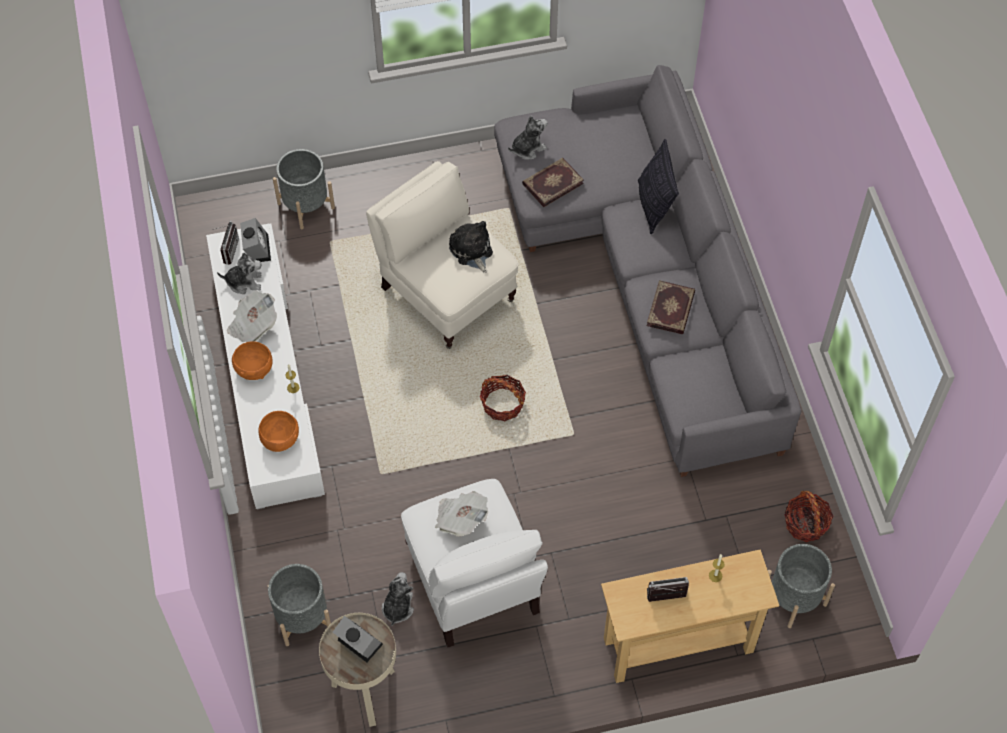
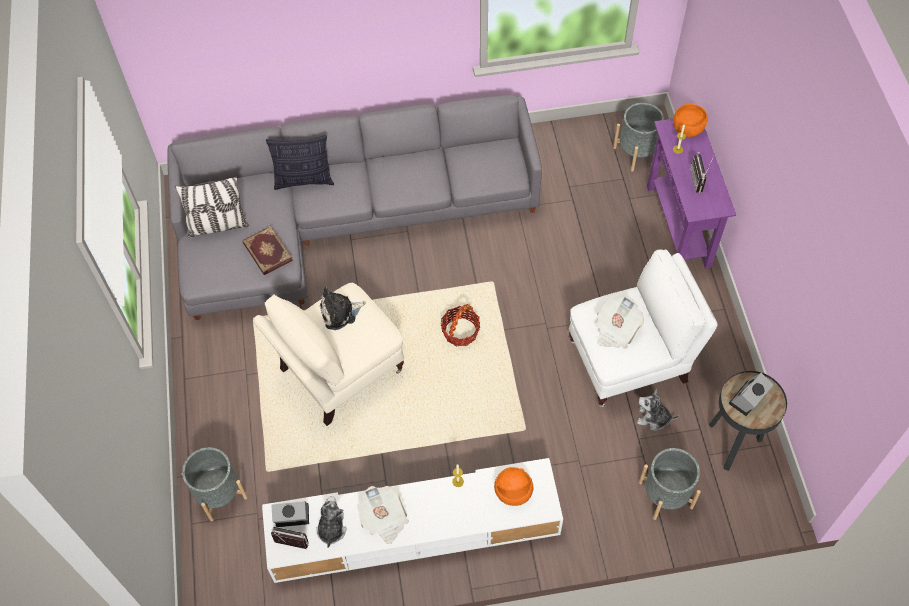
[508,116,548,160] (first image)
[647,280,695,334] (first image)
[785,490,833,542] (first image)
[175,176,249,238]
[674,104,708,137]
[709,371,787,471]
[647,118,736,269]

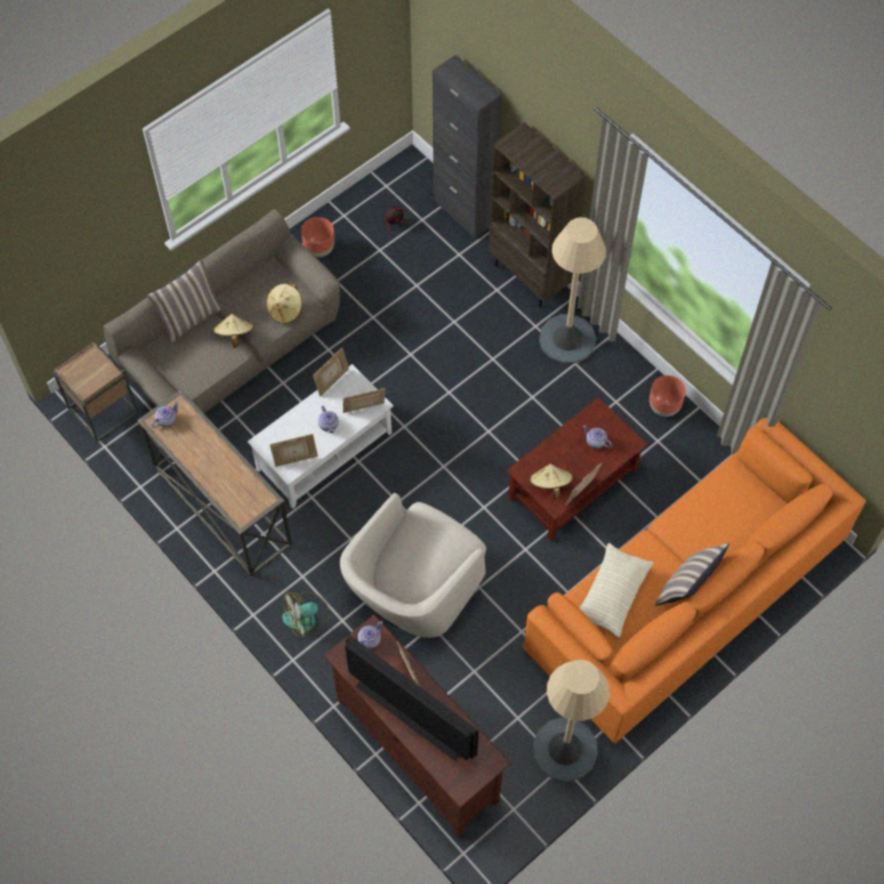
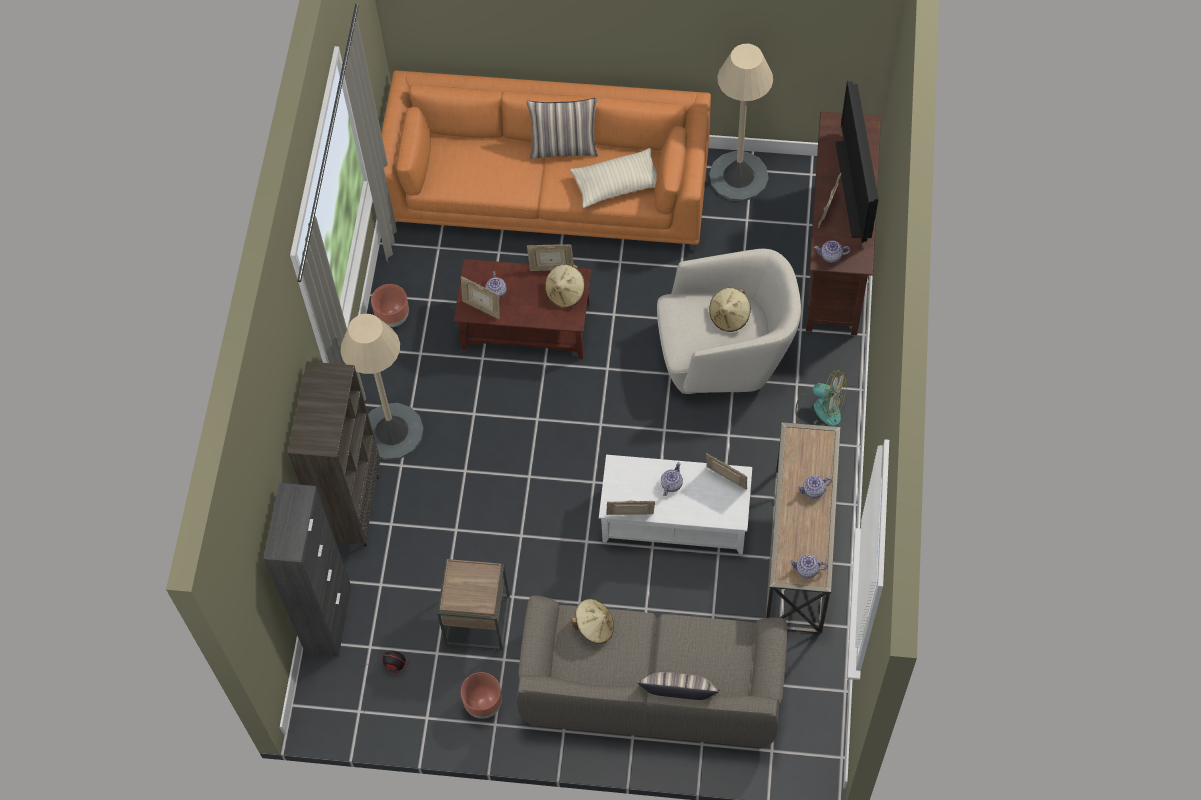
[797,475,832,499]
[437,559,510,650]
[709,288,751,332]
[461,276,500,319]

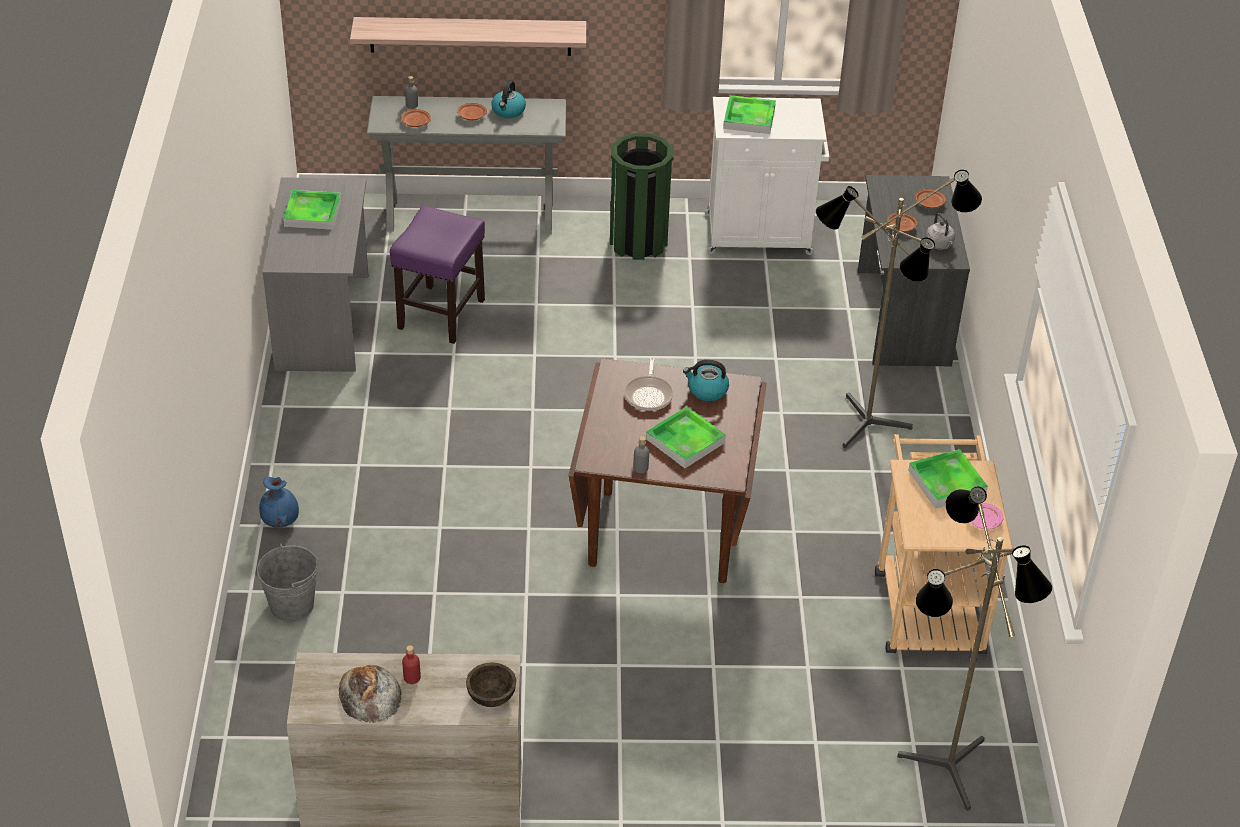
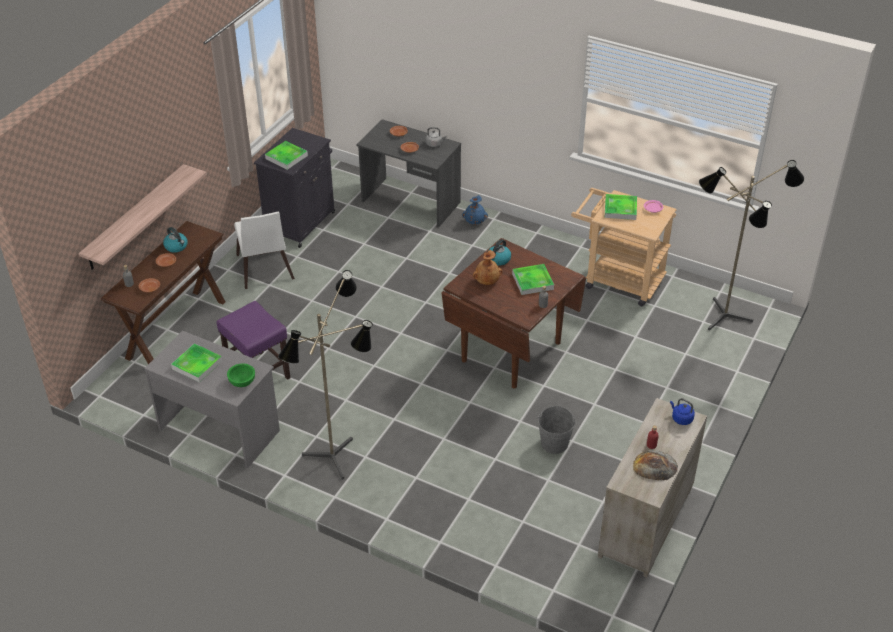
[227,364,255,387]
[538,406,576,454]
[462,195,488,225]
[278,270,373,480]
[670,398,695,425]
[234,211,295,289]
[473,250,503,285]
[101,221,225,364]
[254,128,335,248]

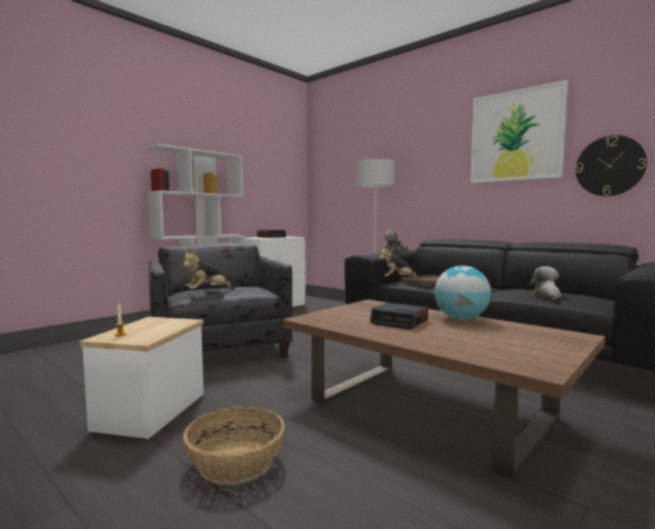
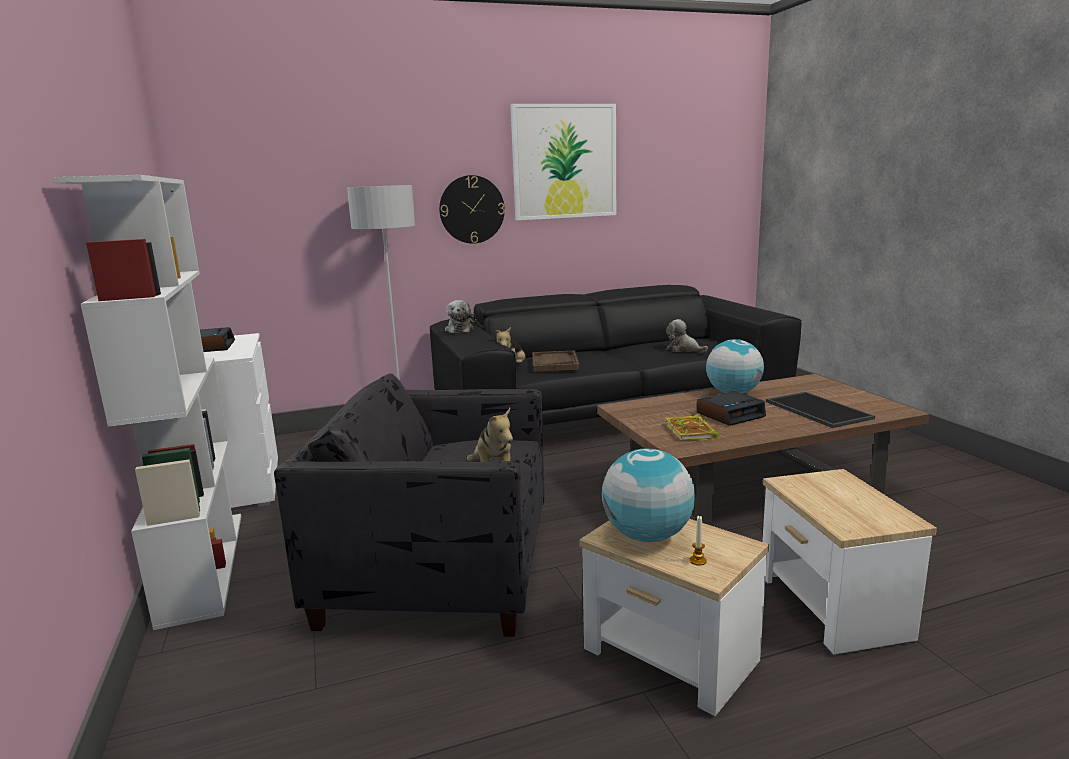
[602,448,695,542]
[665,414,719,440]
[766,392,875,428]
[439,175,505,244]
[762,469,937,655]

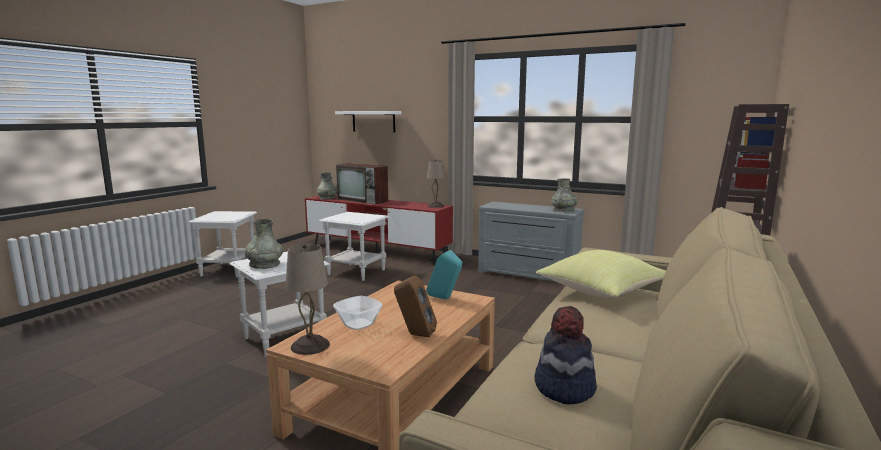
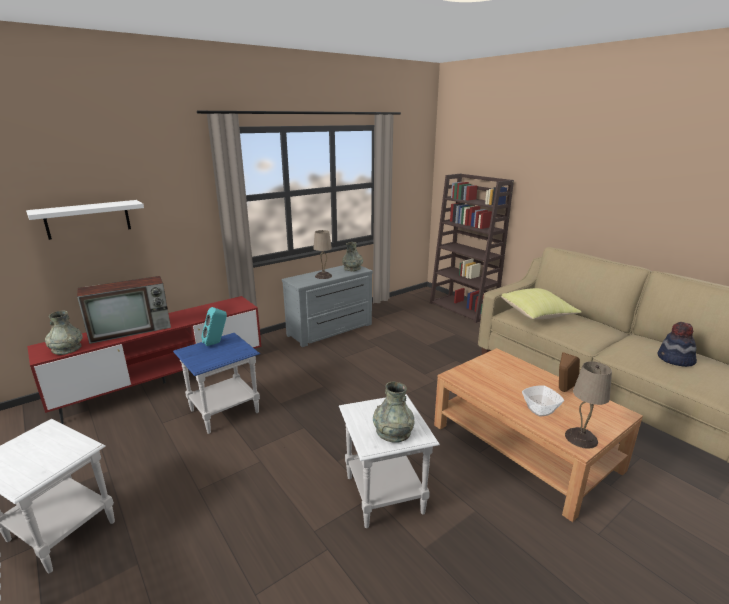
[201,307,227,346]
[313,230,332,279]
[173,333,260,434]

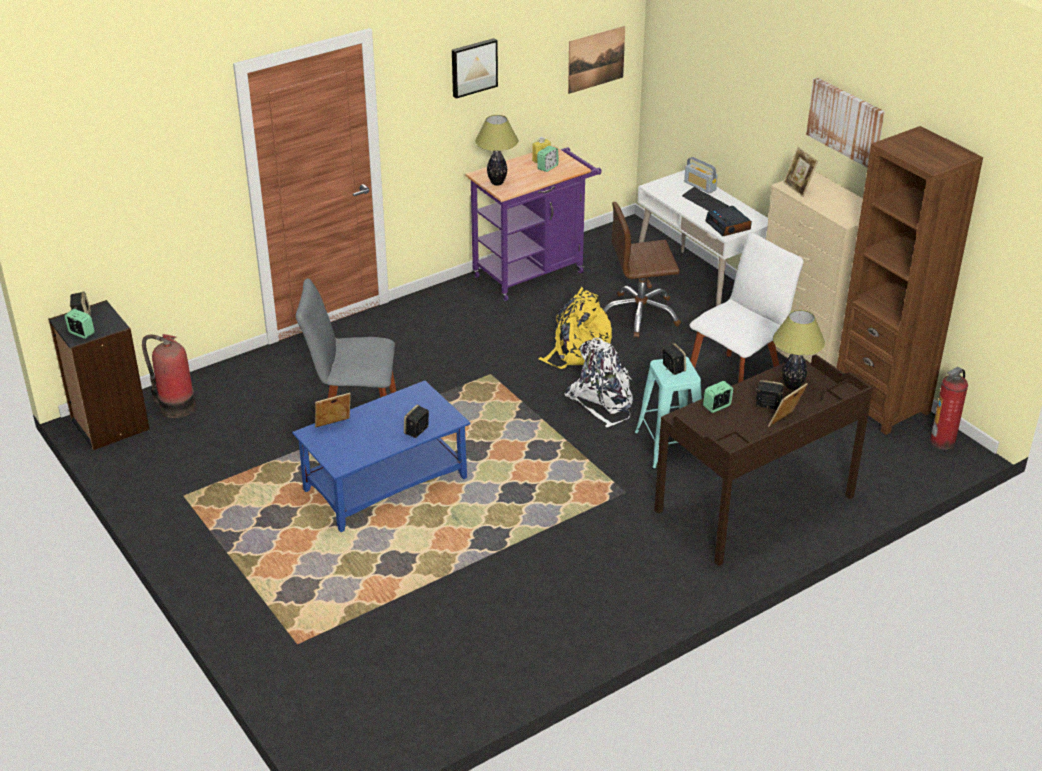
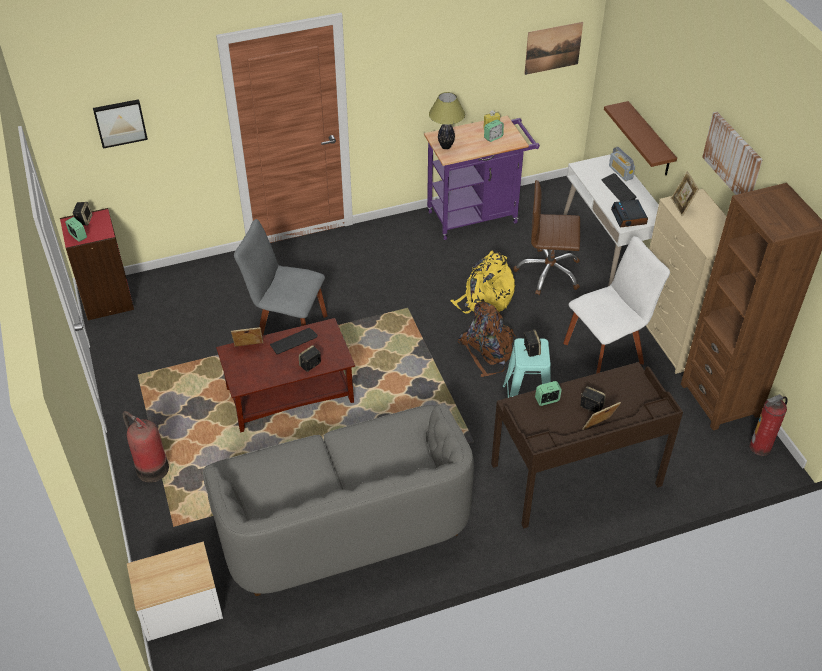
[773,310,825,390] (first image)
[127,541,223,641]
[203,403,474,596]
[270,328,318,354]
[604,101,677,175]
[123,411,169,483]
[93,99,148,149]
[60,208,134,320]
[216,318,355,432]
[458,301,515,377]

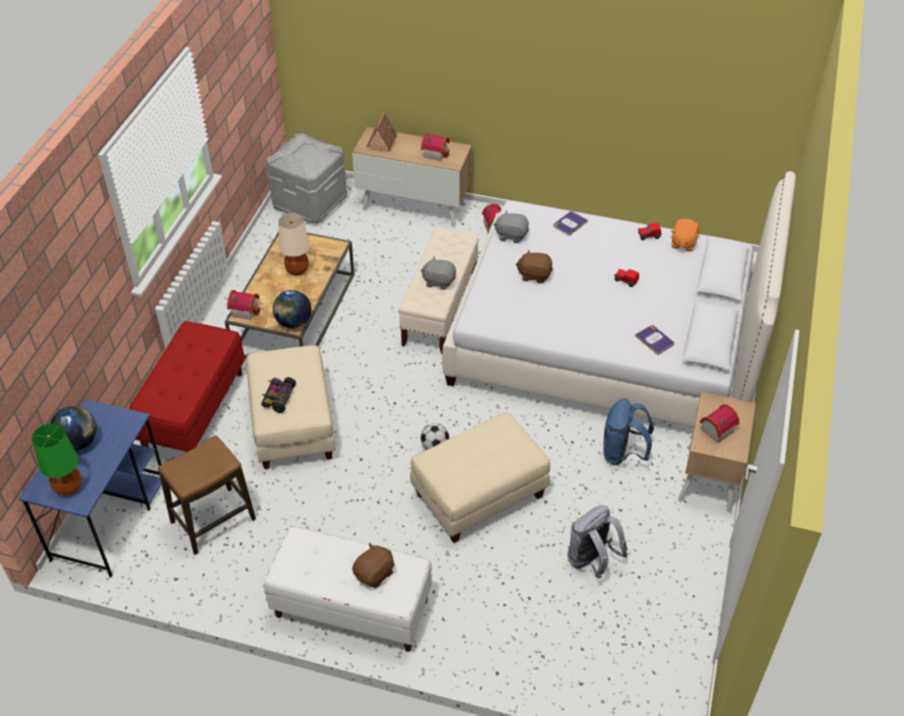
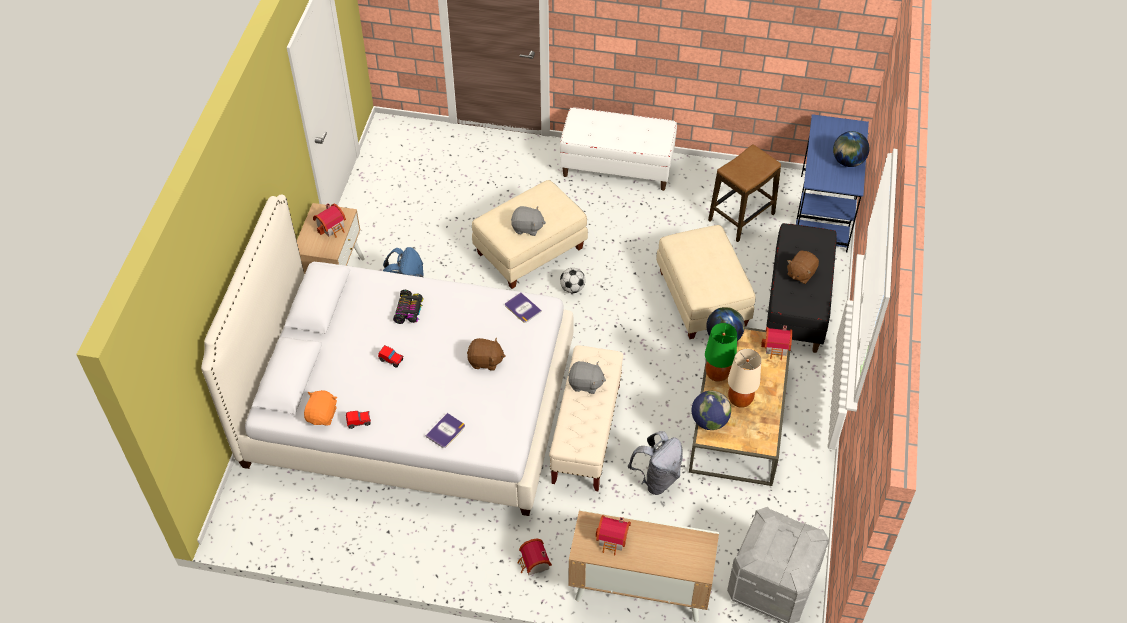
[366,112,397,152] (first image)
[692,391,731,430]
[705,323,737,382]
[393,290,424,324]
[787,250,819,284]
[511,206,546,236]
[628,431,683,495]
[505,292,542,323]
[766,223,837,353]

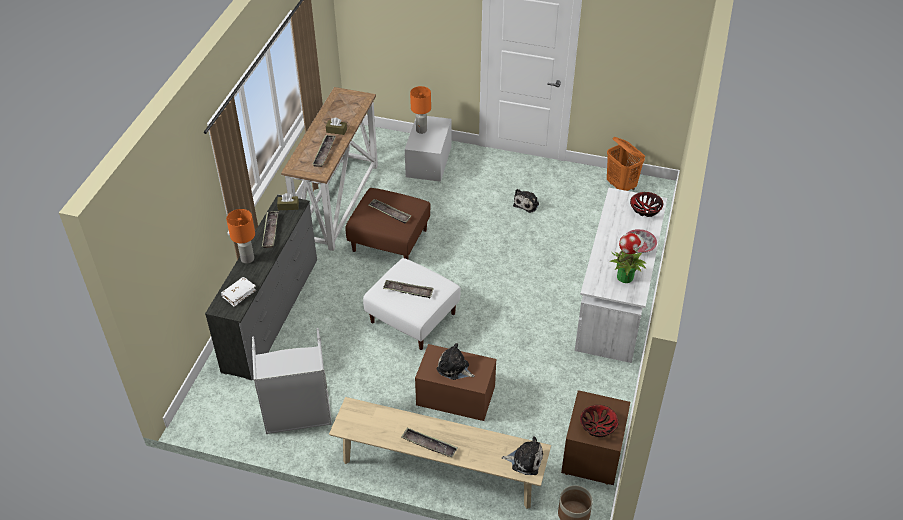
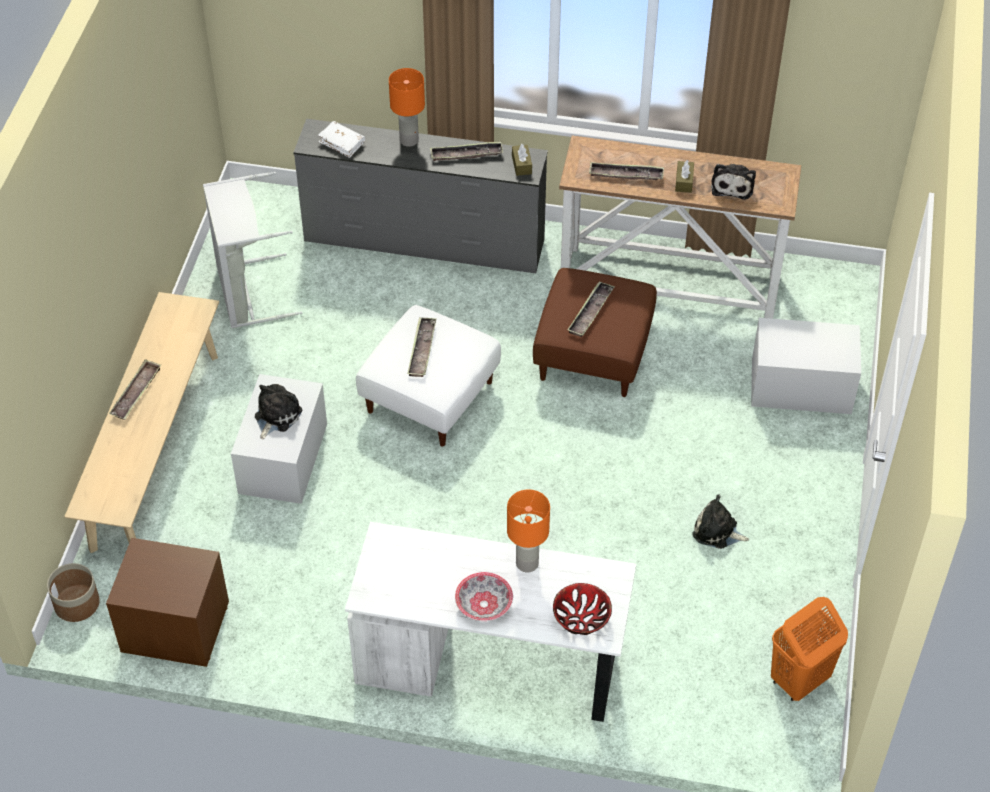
[580,405,619,437] (first image)
[609,233,647,283] (first image)
[507,489,550,572]
[711,164,756,200]
[231,374,327,504]

